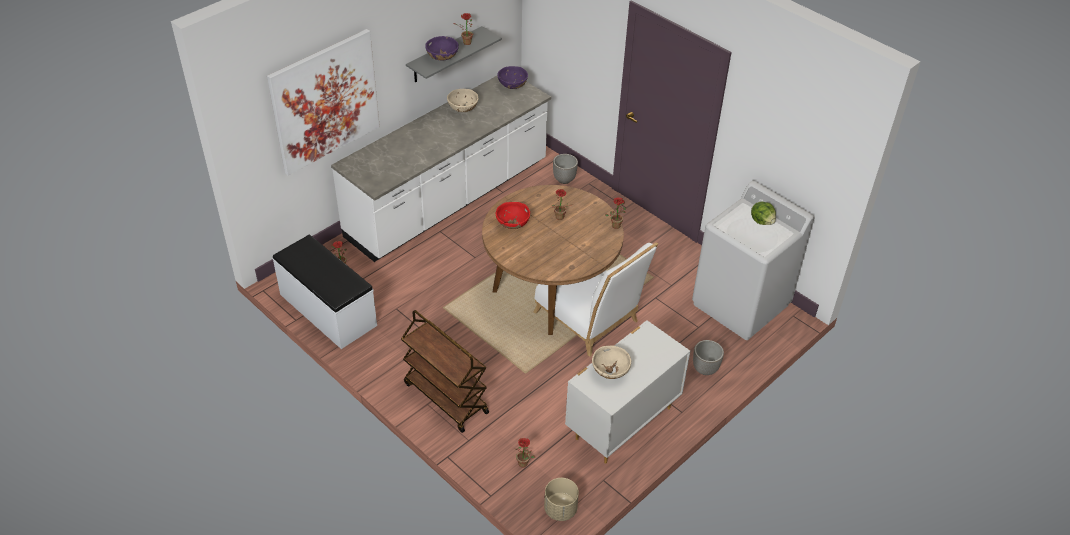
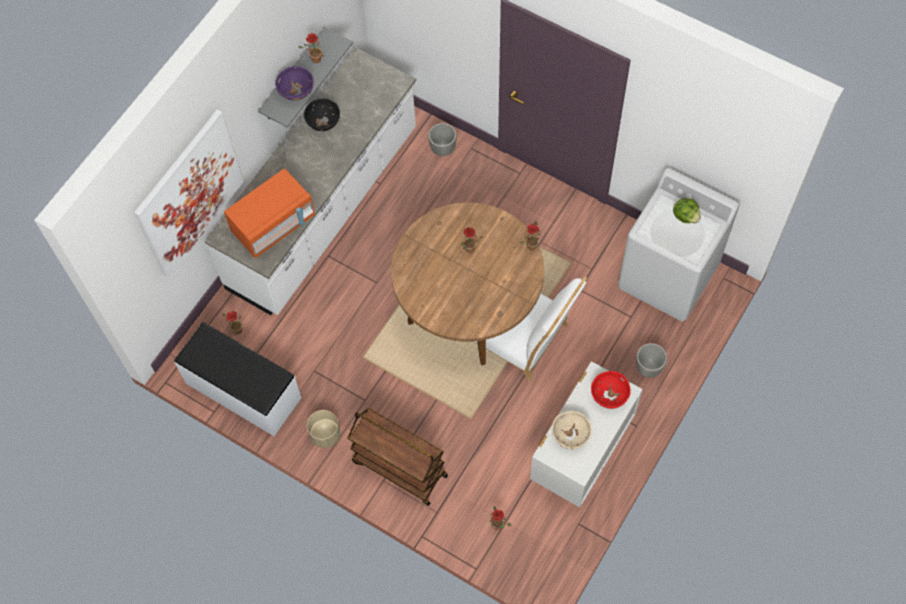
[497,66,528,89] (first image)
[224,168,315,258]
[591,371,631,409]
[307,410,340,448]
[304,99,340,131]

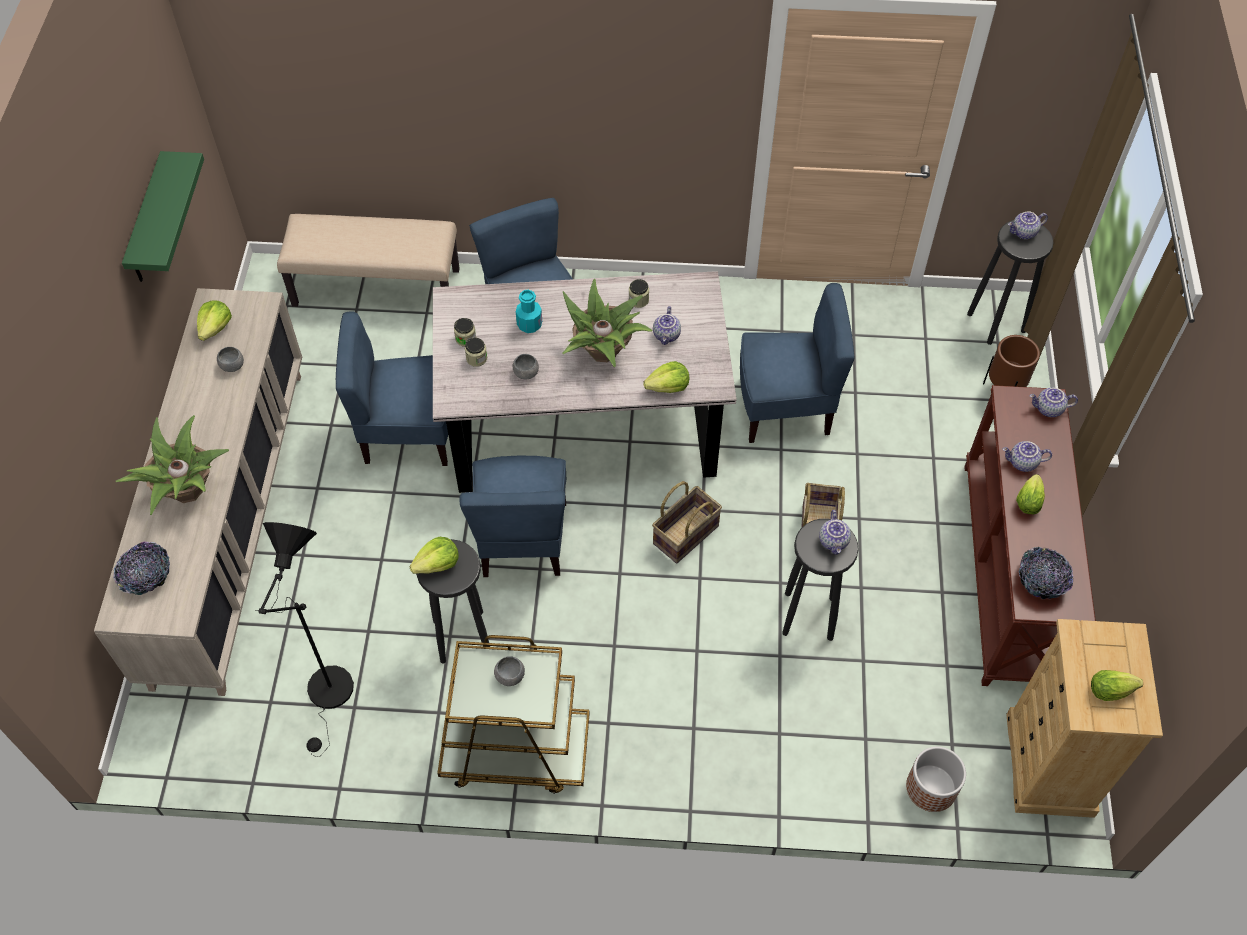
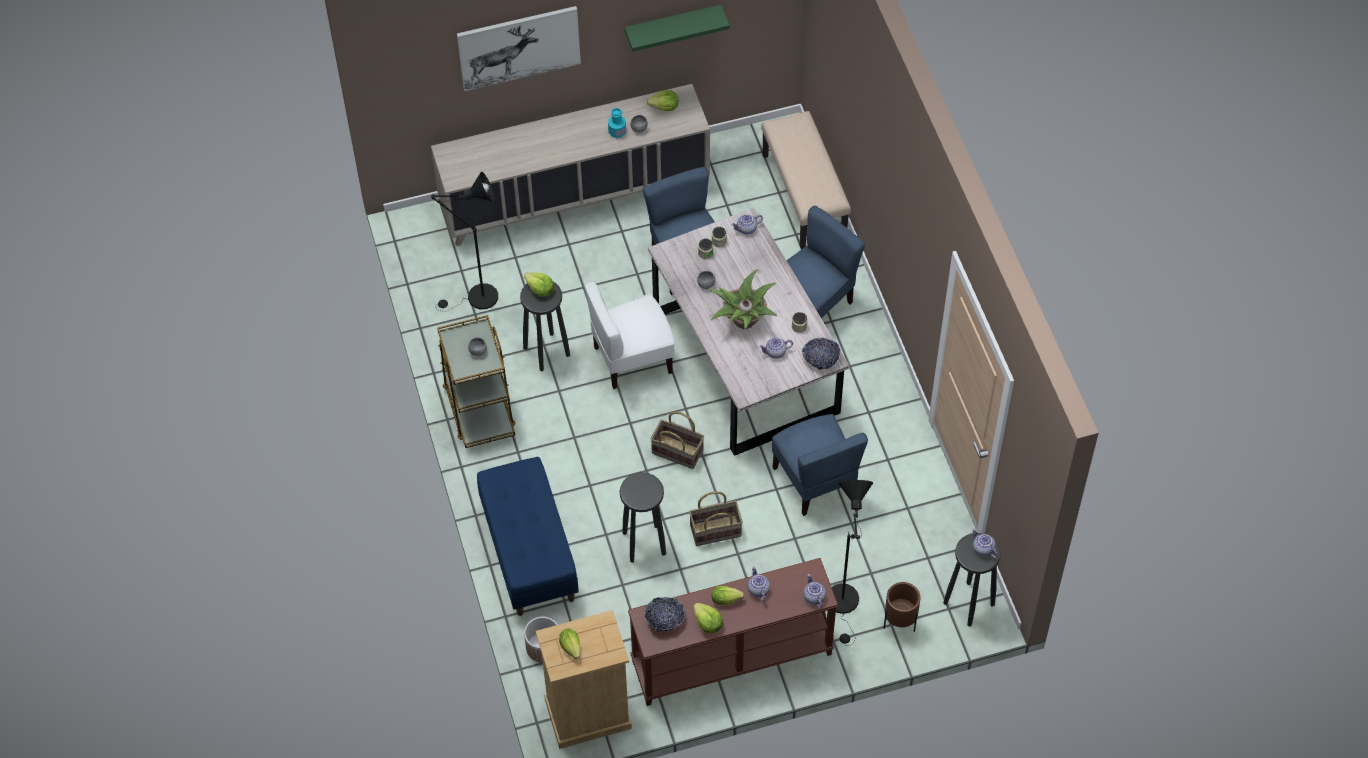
[116,415,229,515] (first image)
[457,6,581,91]
[477,457,579,616]
[832,480,873,646]
[802,338,841,370]
[608,108,626,138]
[693,603,723,634]
[731,214,763,235]
[584,281,674,389]

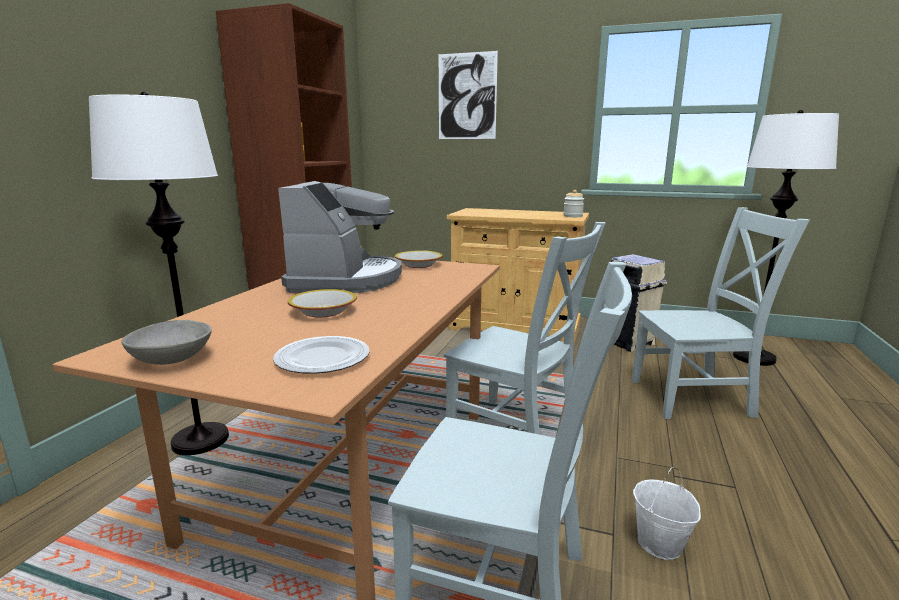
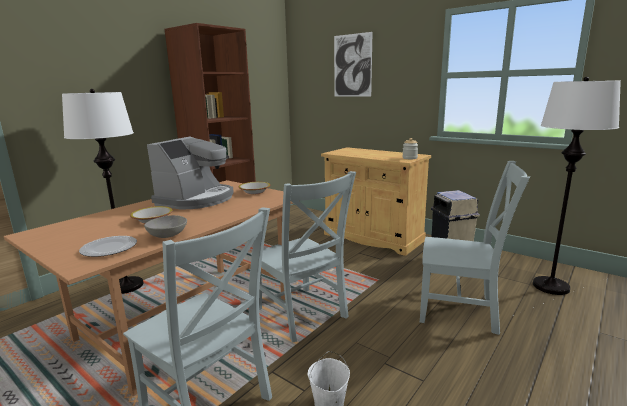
[144,215,187,238]

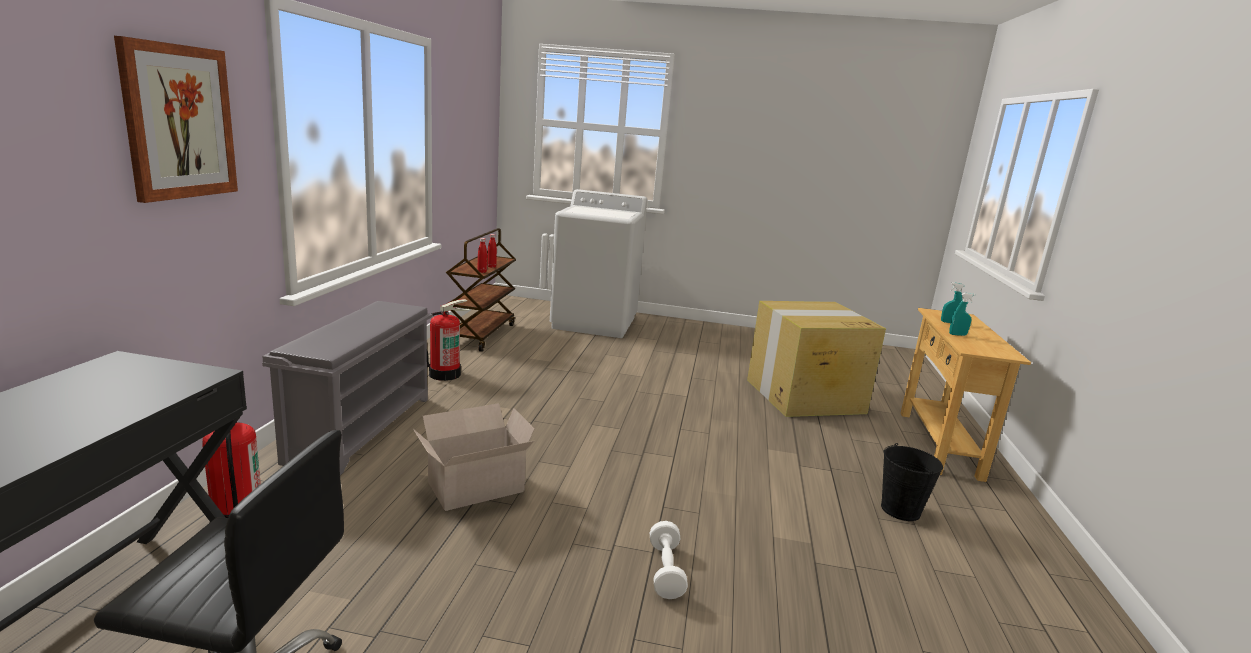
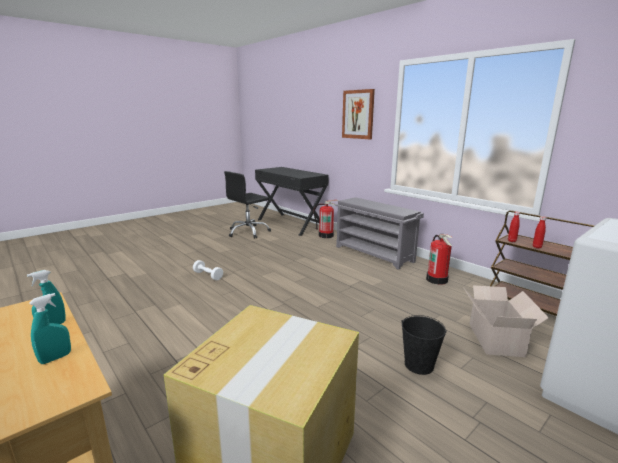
[464,285,549,357]
[402,315,447,375]

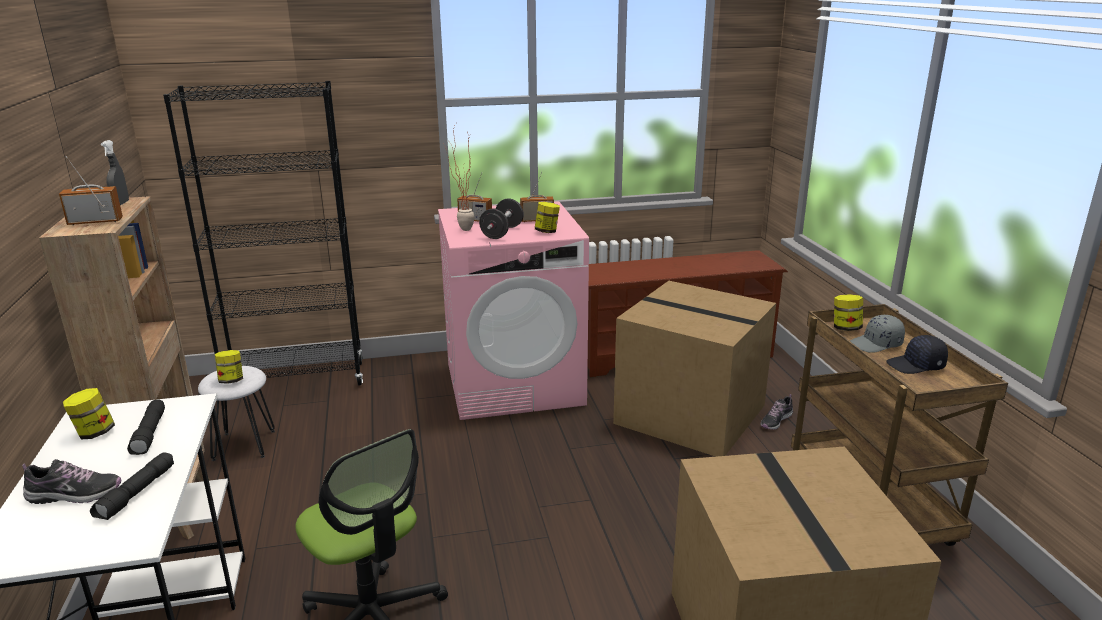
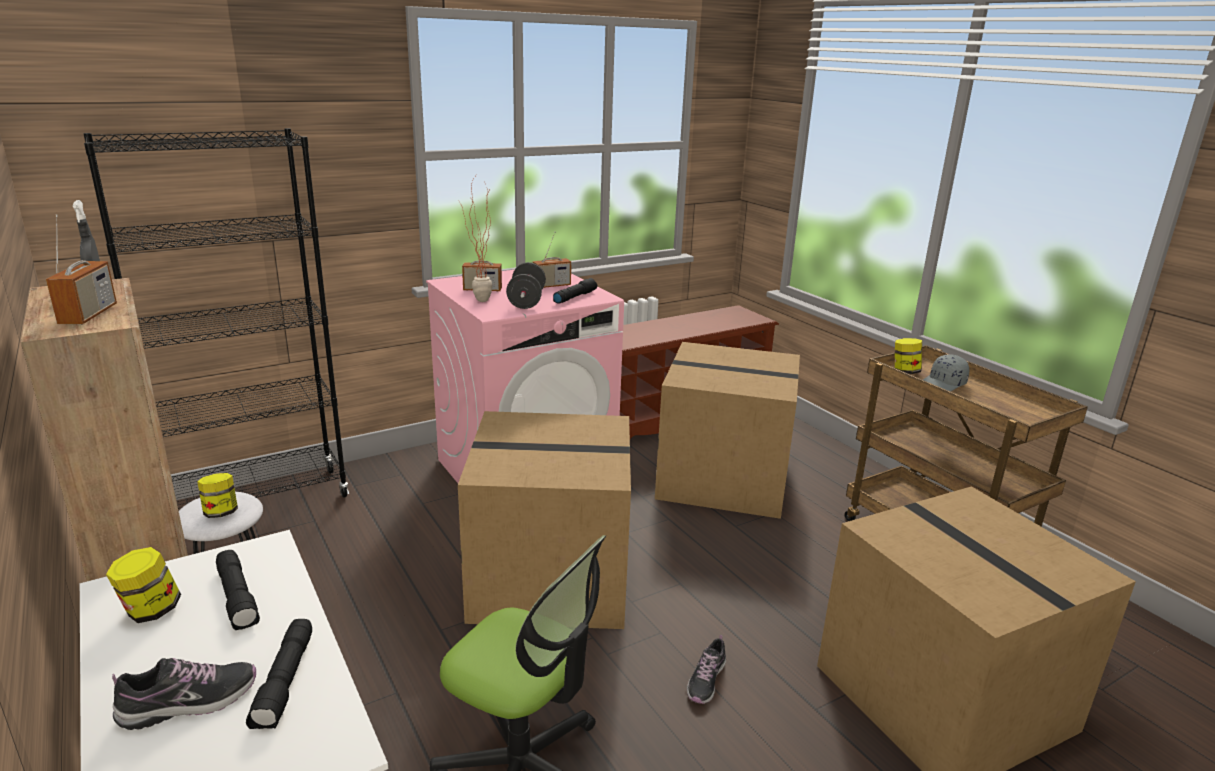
[886,335,948,374] (first image)
[458,411,631,629]
[687,635,726,704]
[553,278,598,304]
[46,214,117,324]

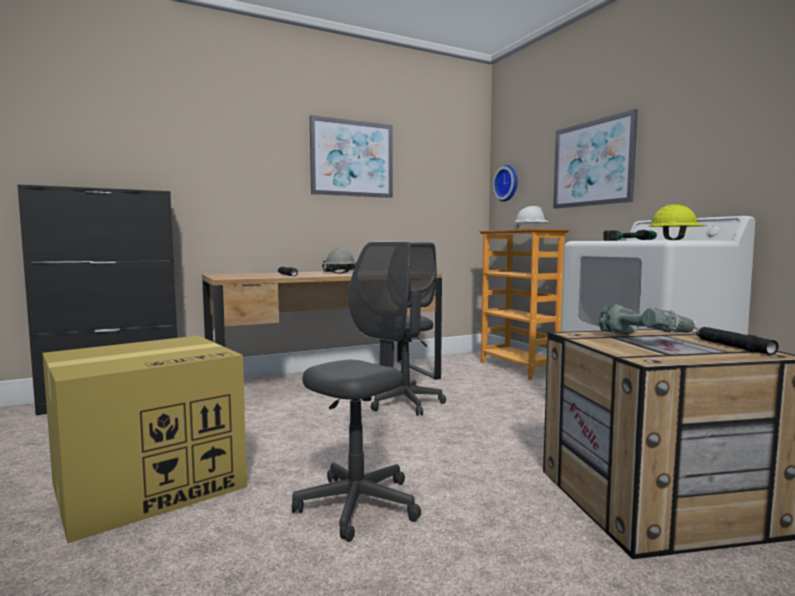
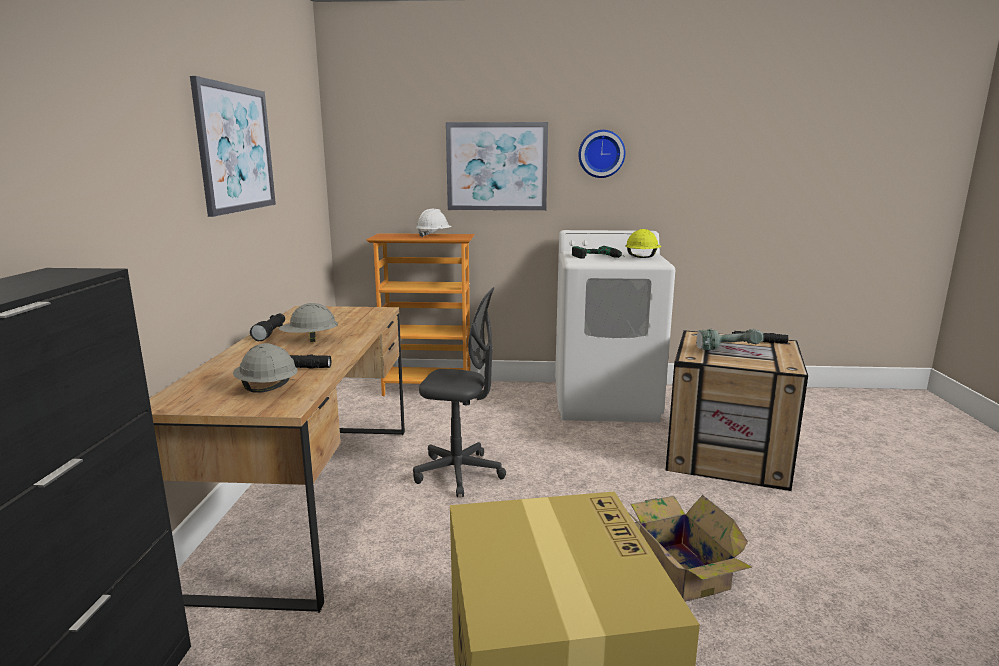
[233,343,298,393]
[578,130,625,178]
[628,495,752,602]

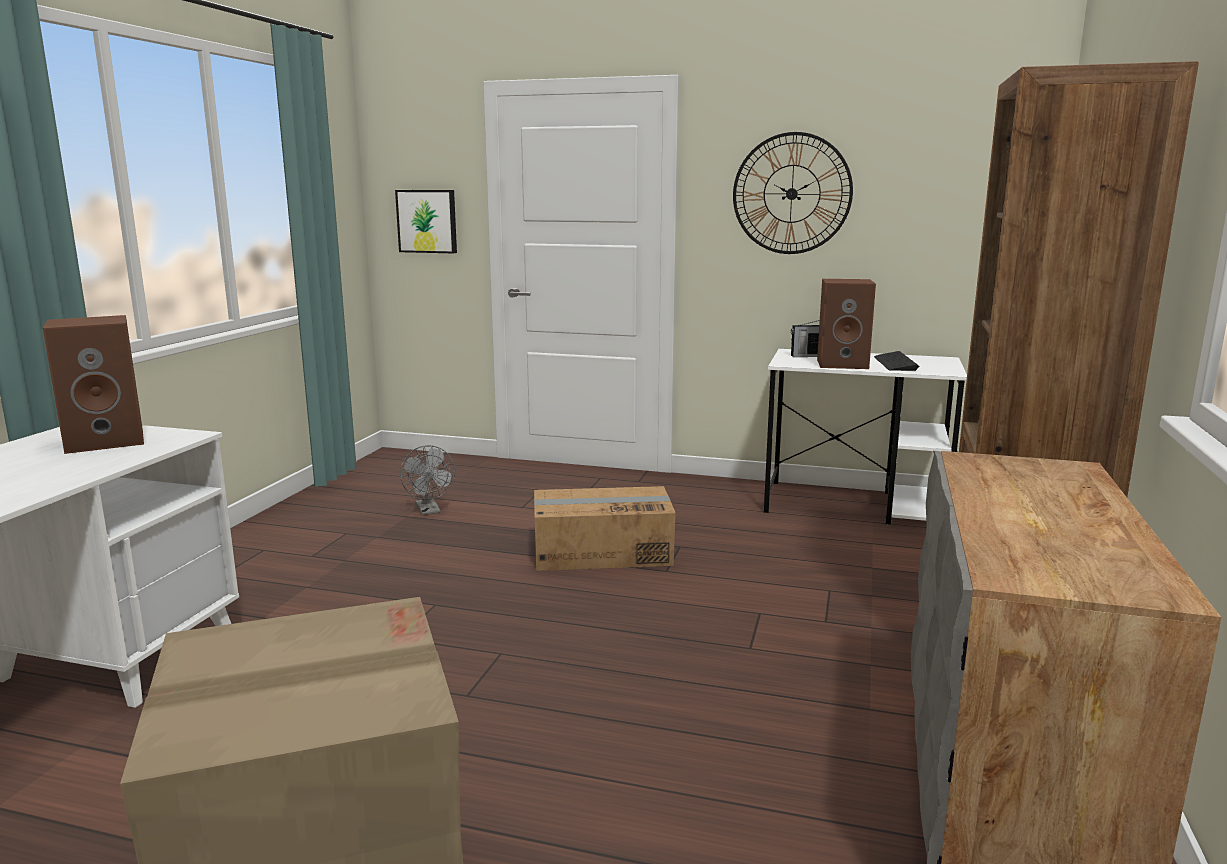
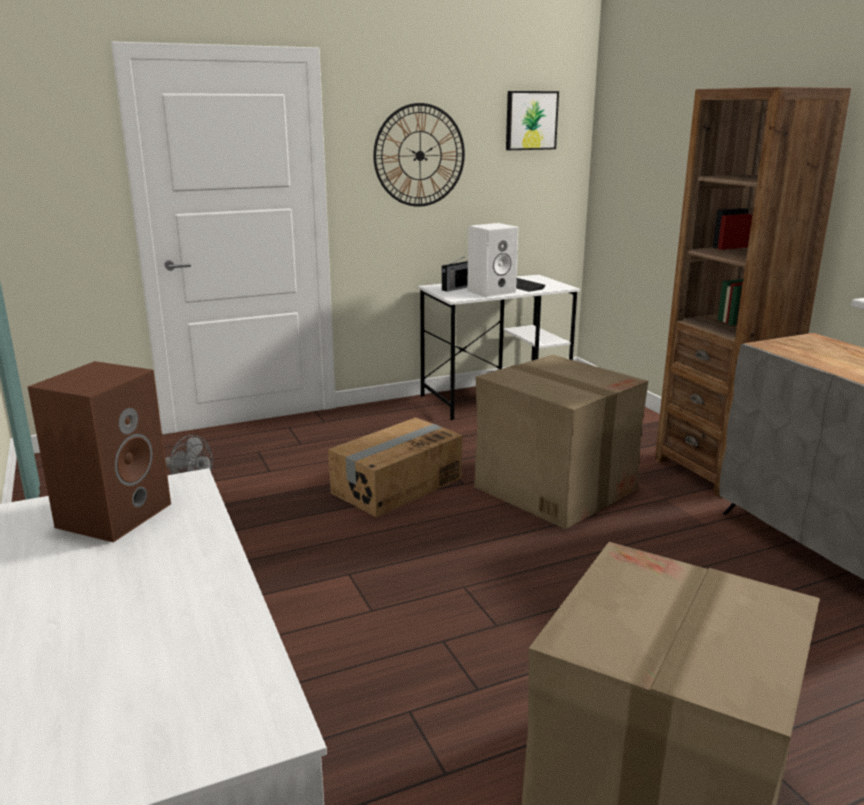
[474,355,648,529]
[506,91,559,150]
[467,223,519,297]

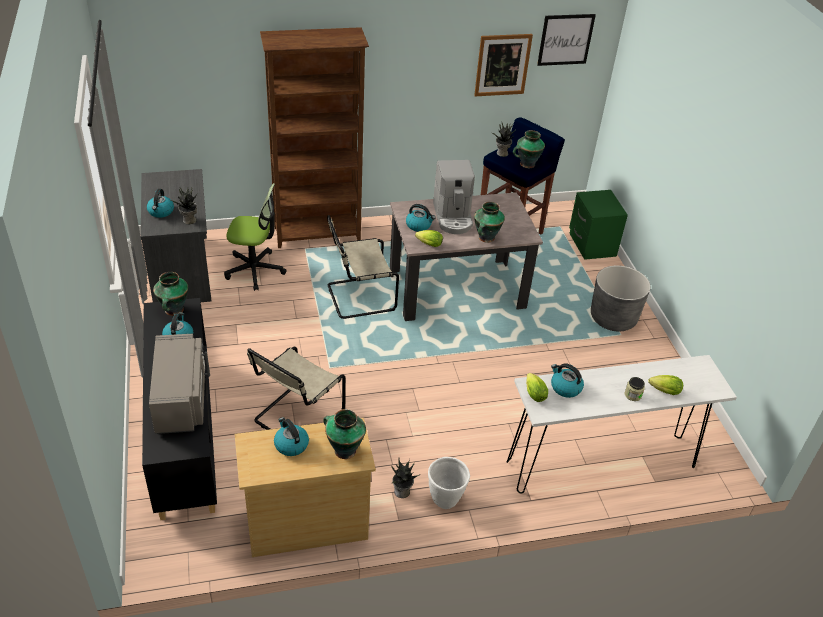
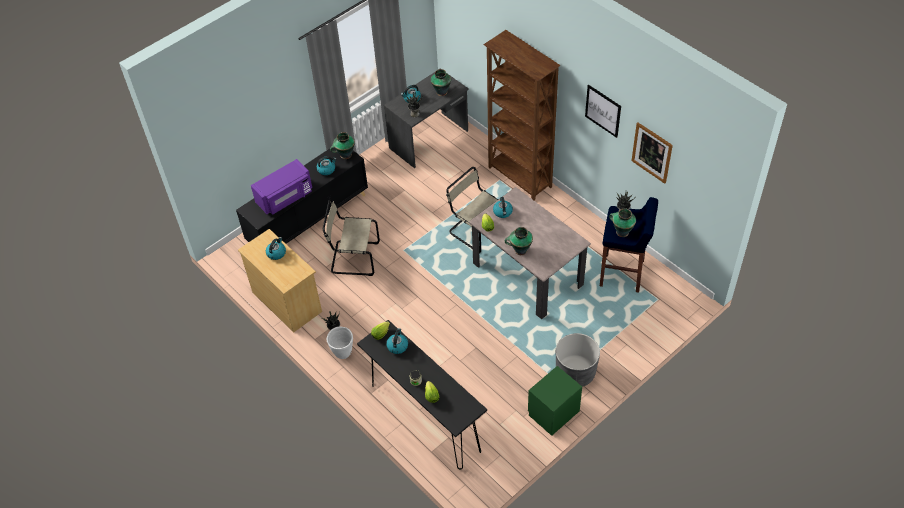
[224,183,287,291] (first image)
[433,160,475,234] (first image)
[431,69,451,96]
[585,85,621,138]
[528,366,582,436]
[251,159,312,215]
[357,320,487,470]

